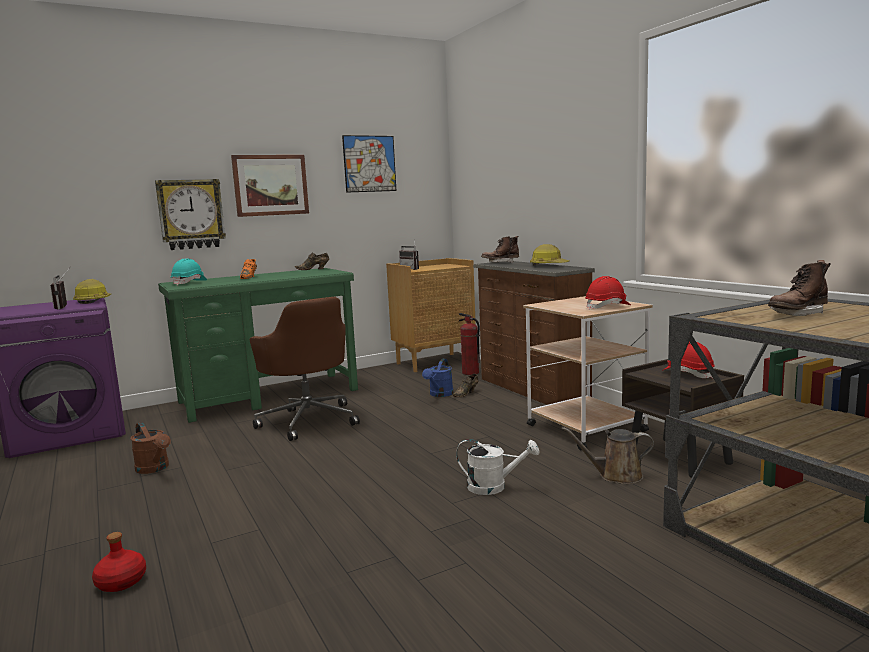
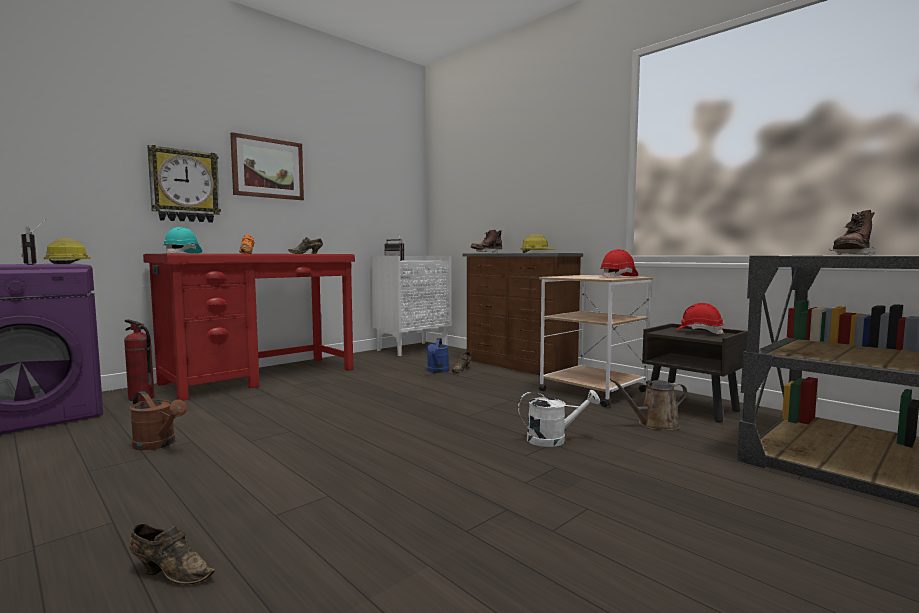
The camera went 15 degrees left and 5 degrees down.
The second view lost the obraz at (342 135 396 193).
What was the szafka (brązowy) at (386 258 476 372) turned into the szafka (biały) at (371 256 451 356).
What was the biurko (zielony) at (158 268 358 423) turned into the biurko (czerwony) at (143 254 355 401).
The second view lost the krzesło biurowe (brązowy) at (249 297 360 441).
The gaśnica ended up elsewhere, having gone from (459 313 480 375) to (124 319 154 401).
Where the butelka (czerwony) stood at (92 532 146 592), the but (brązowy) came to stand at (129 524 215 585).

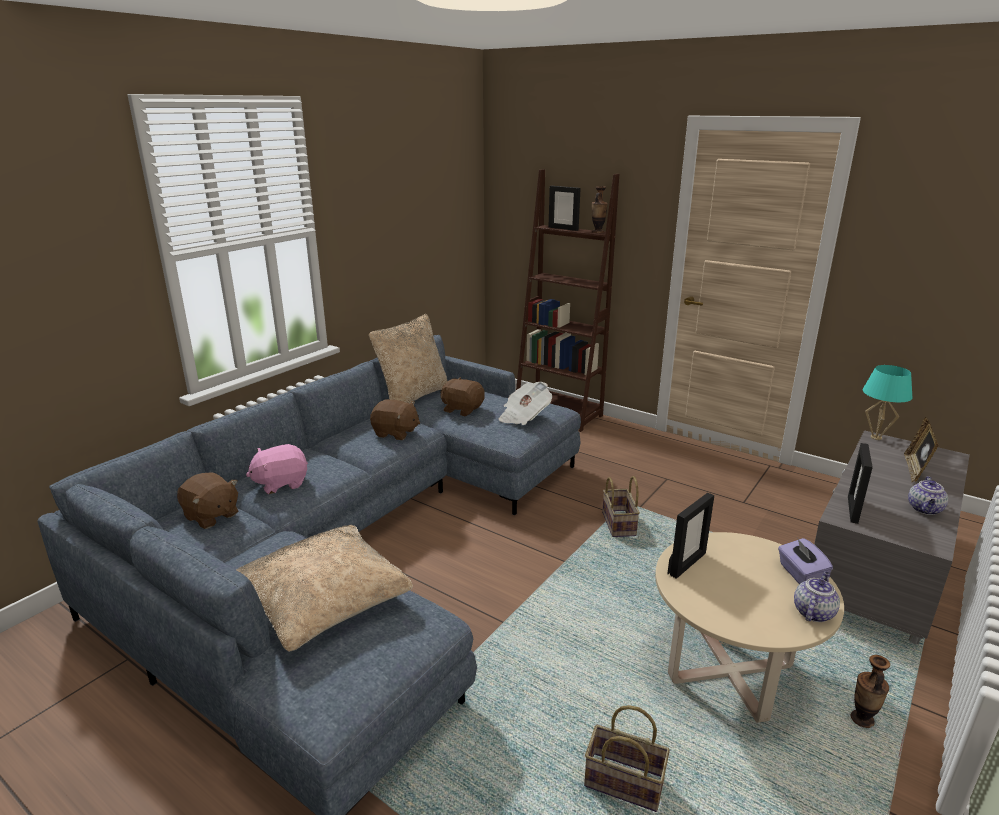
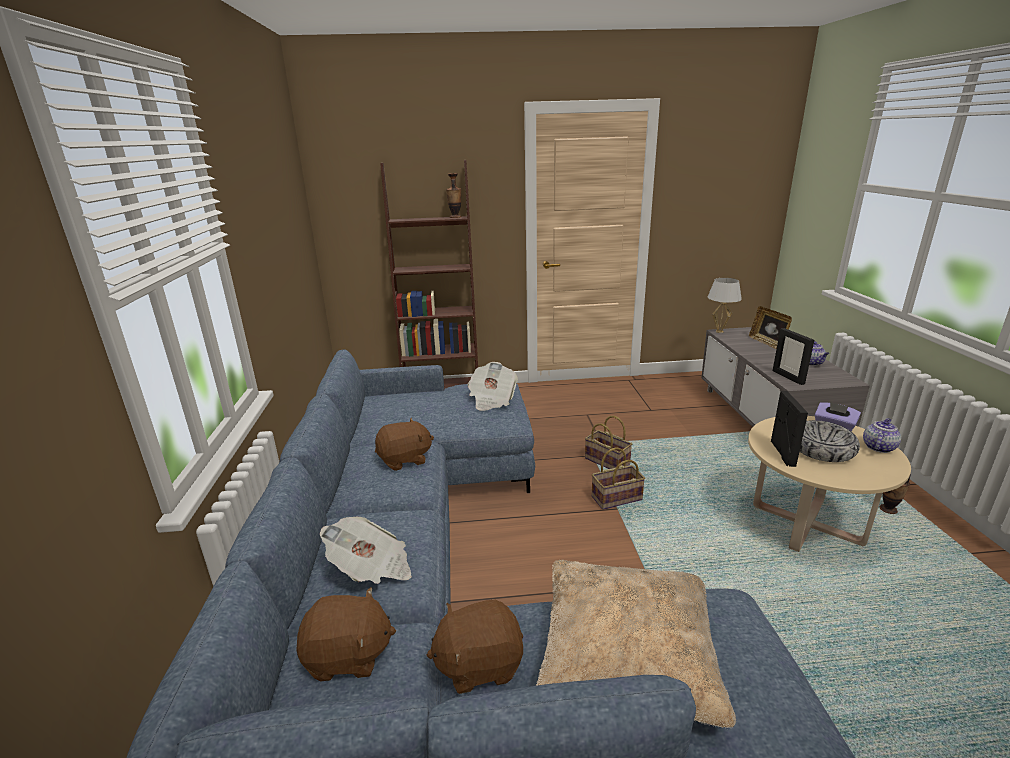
The camera went 40 degrees left and 0 degrees up.
The second view lost the ramka na zdjęcie at (549 186 581 231).
The second view lost the poduszka (beżowy) at (369 314 448 403).
What was the lampa stołowa (turkusowy) at (863 365 912 440) turned into the lampa stołowa (biały) at (708 278 742 333).
The pluszak (brązowy) ended up elsewhere, having gone from (440 377 485 416) to (426 600 523 694).
Where the pluszak (różowy) stood at (246 444 308 494), the gazeta came to stand at (320 516 412 584).
The imbryk at (794 571 840 622) ended up facing another way, 45 degrees clockwise from before.
The koszyk ended up elsewhere, having gone from (584 705 670 812) to (592 447 645 510).
The second view gained the miska at (800 420 860 462).

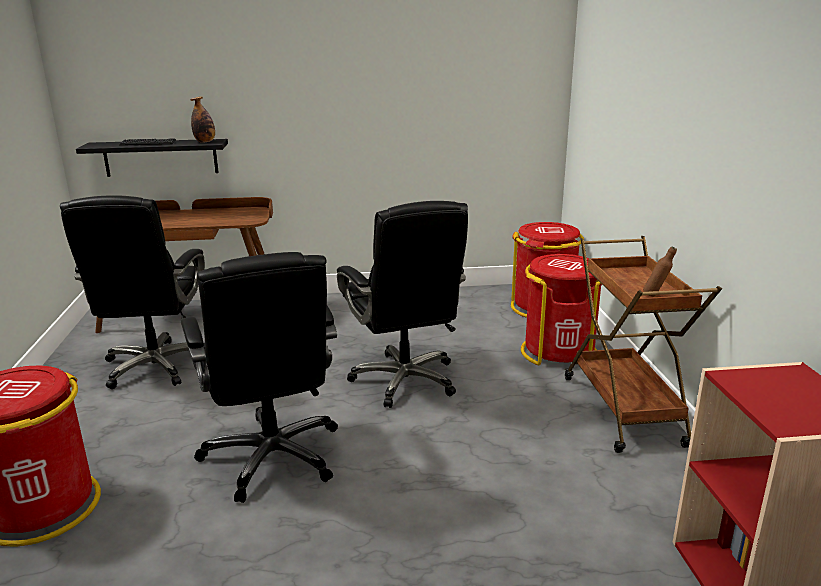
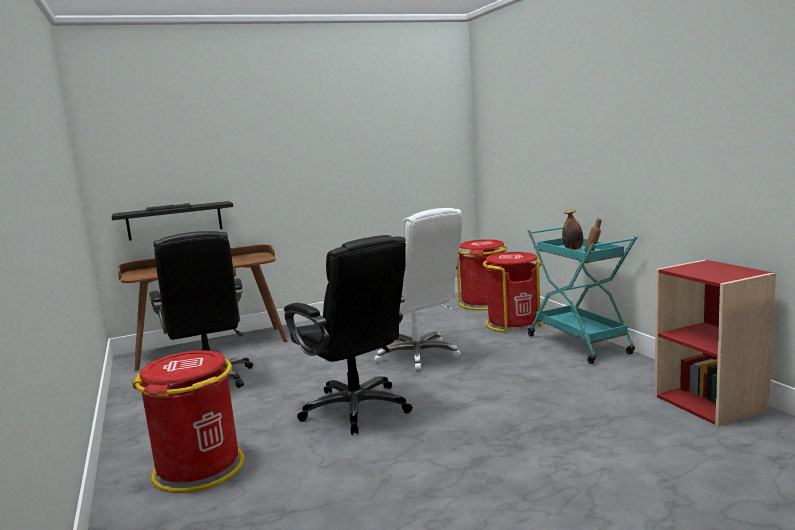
The camera went 15 degrees left and 10 degrees down.
The butelka ended up elsewhere, having gone from (190 96 215 143) to (562 209 583 250).
What was the krzesło biurowe (czarny) at (337 201 468 408) turned into the krzesło biurowe (biały) at (374 208 462 370).
What was the wózek (brązowy) at (564 236 722 453) turned into the wózek (turkusowy) at (526 227 638 364).

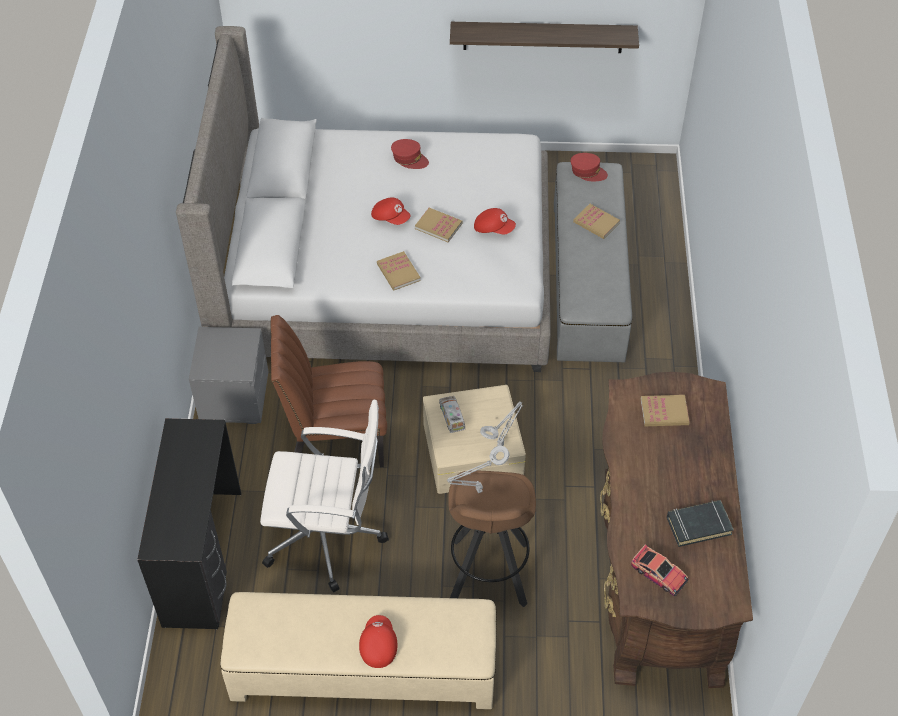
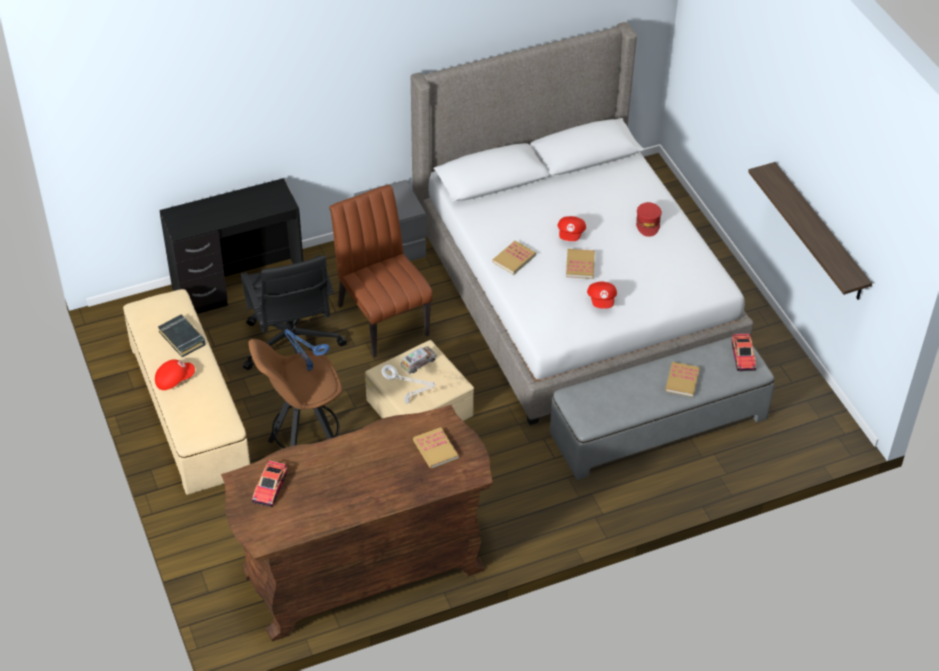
The camera went 65 degrees right and 5 degrees down.
Where the czapka z daszkiem (czerwony) stood at (571 153 608 181), the samochodzik came to stand at (732 334 756 371).
What was the krzesło biurowe (biały) at (260 400 389 593) turned into the krzesło biurowe (czarny) at (241 255 347 370).
What was the lampa stołowa (szary) at (447 446 509 493) turned into the lampa stołowa (niebieski) at (285 329 330 371).
The książka (czarny) ended up elsewhere, having gone from (667 500 734 547) to (158 315 205 357).

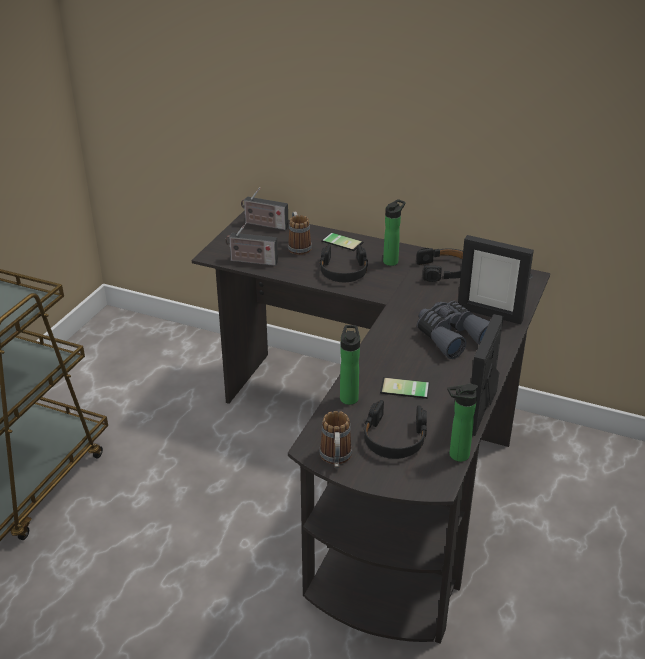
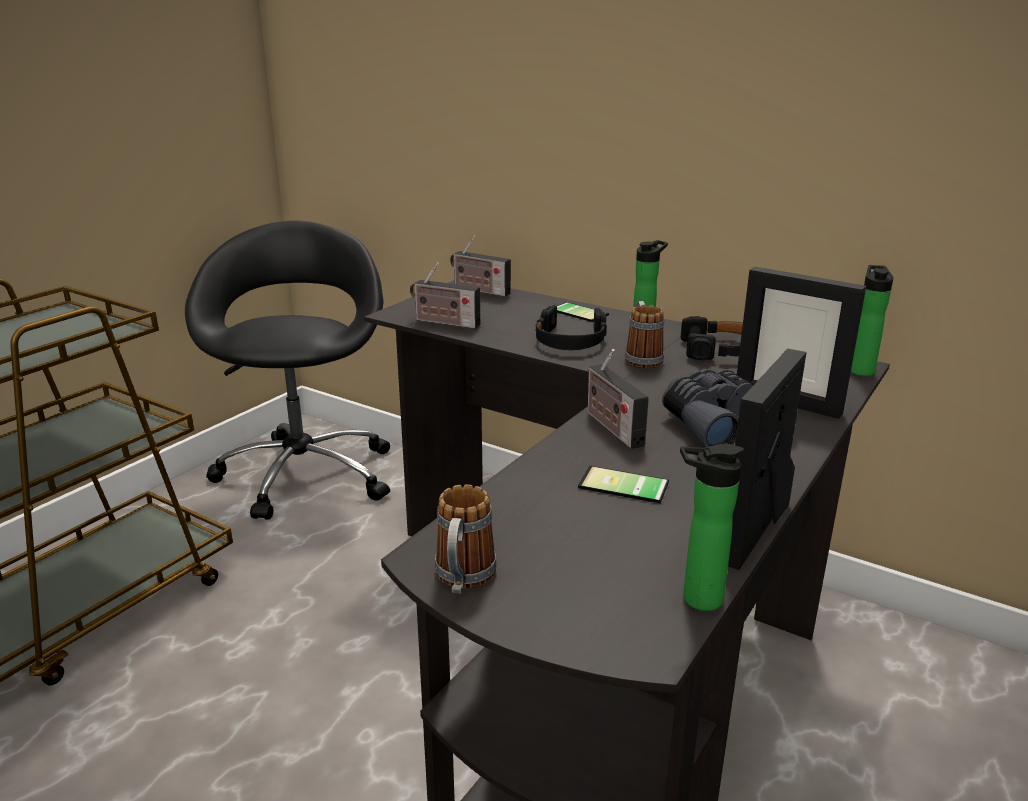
The camera went 10 degrees right and 10 degrees down.
The kubek ended up elsewhere, having gone from (288 211 312 255) to (625 301 664 369).
The butelka ended up elsewhere, having gone from (340 325 360 405) to (851 265 893 376).
The second view lost the słuchawki (czarny) at (364 400 427 459).
The second view gained the krzesło biurowe (czarny) at (185 220 390 520).
The second view gained the radio at (587 349 649 449).

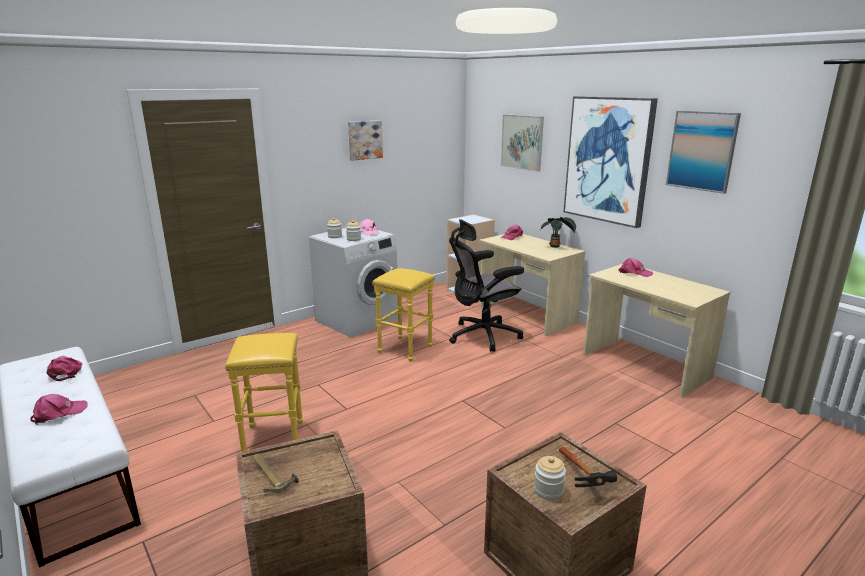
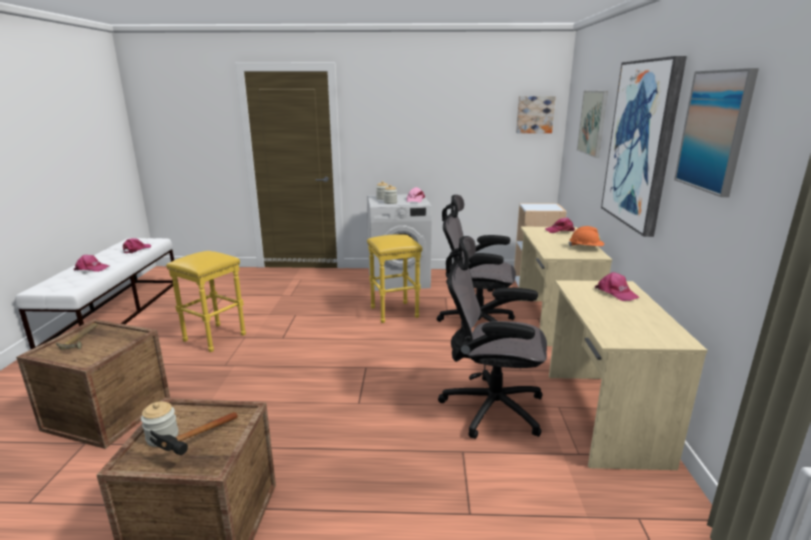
The camera went 40 degrees right and 0 degrees up.
The obraz ended up elsewhere, having gone from (348 120 383 161) to (516 96 556 133).
Where the roślina doniczkowa stood at (540 217 576 248), the kask (pomarańczowy) came to stand at (568 226 604 247).
The second view gained the krzesło biurowe at (438 236 547 439).

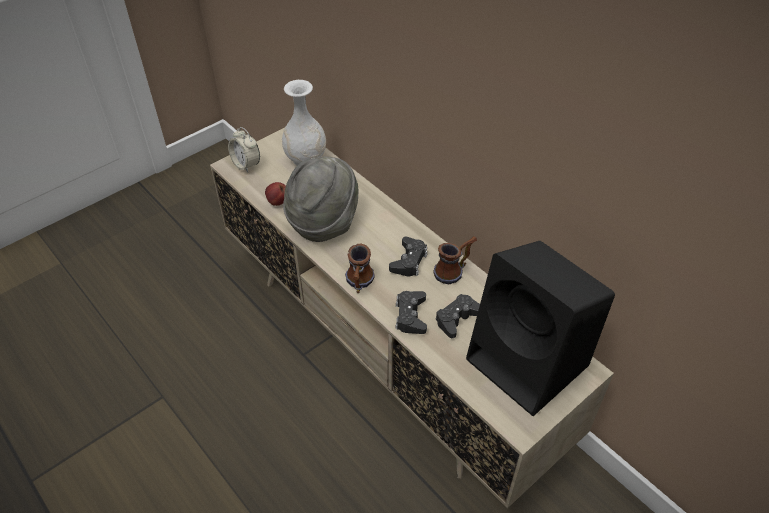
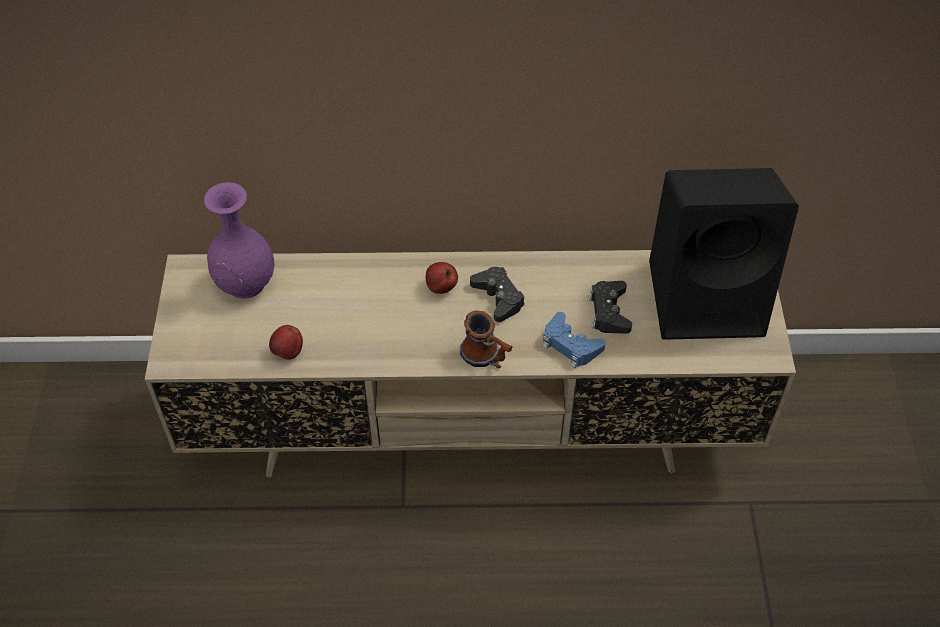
The camera went 50 degrees left and 5 degrees up.
What was the wazon (biały) at (282 80 326 166) turned into the wazon (fioletowy) at (204 182 274 299).
The second view lost the budzik at (228 127 260 173).
The second view lost the kapelusz (szary) at (283 156 358 242).
The second view lost the kubek at (433 236 477 284).
What was the pad do gier (czarny) at (396 291 427 334) turned into the pad do gier (niebieski) at (542 312 606 368).
The second view gained the jabłko at (426 262 458 294).

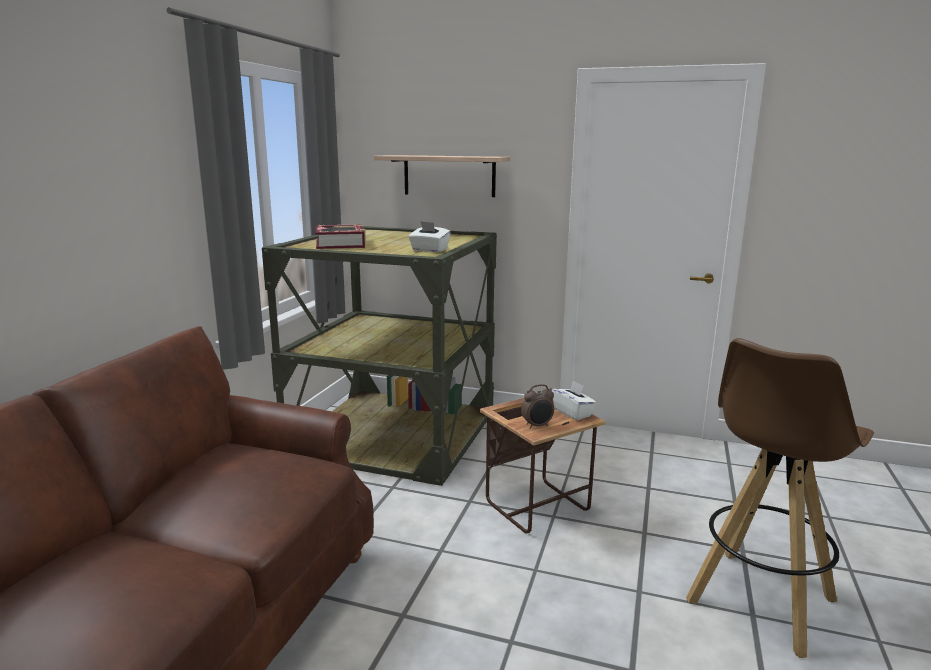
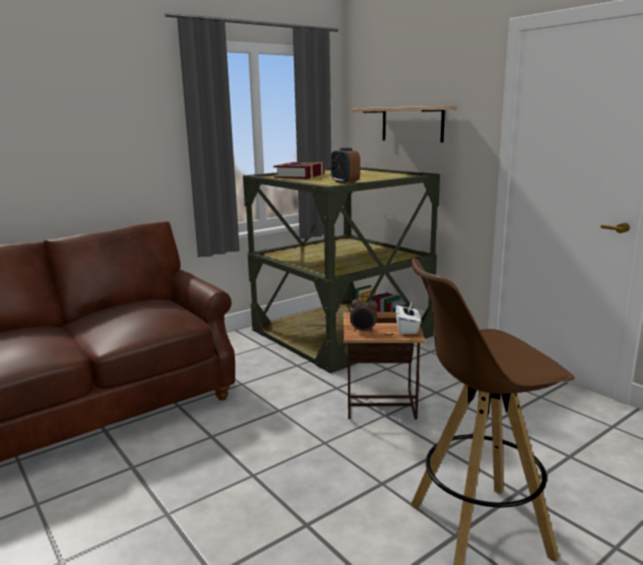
The camera went 35 degrees right and 0 degrees up.
Where the pudełko chusteczek (biały) stood at (408 221 450 252), the budzik came to stand at (331 148 360 184).

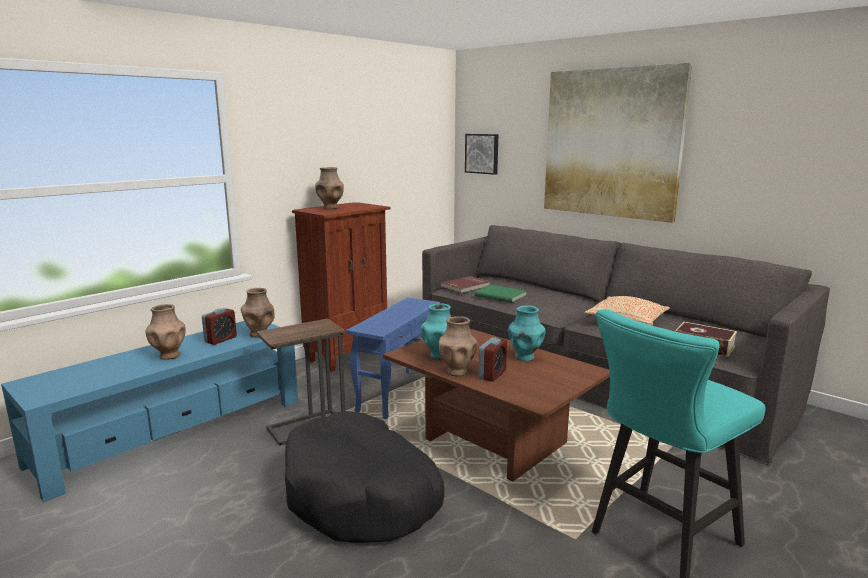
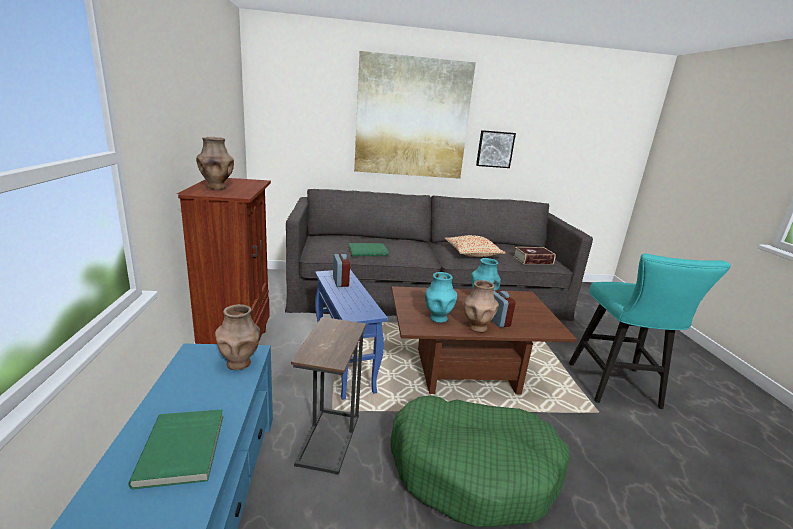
The camera went 50 degrees left and 5 degrees up.
The obraz ended up elsewhere, having gone from (465 134 498 175) to (476 130 516 168).
The second view lost the książka (czerwony) at (441 276 490 293).
Where the wazon (brązowy) stood at (145 304 186 360), the książka (zielony) came to stand at (128 410 223 489).
The budzik ended up elsewhere, having gone from (202 308 237 345) to (333 254 350 287).
What was the legowisko (czarny) at (285 411 444 543) turned into the legowisko (zielony) at (390 395 570 527).

